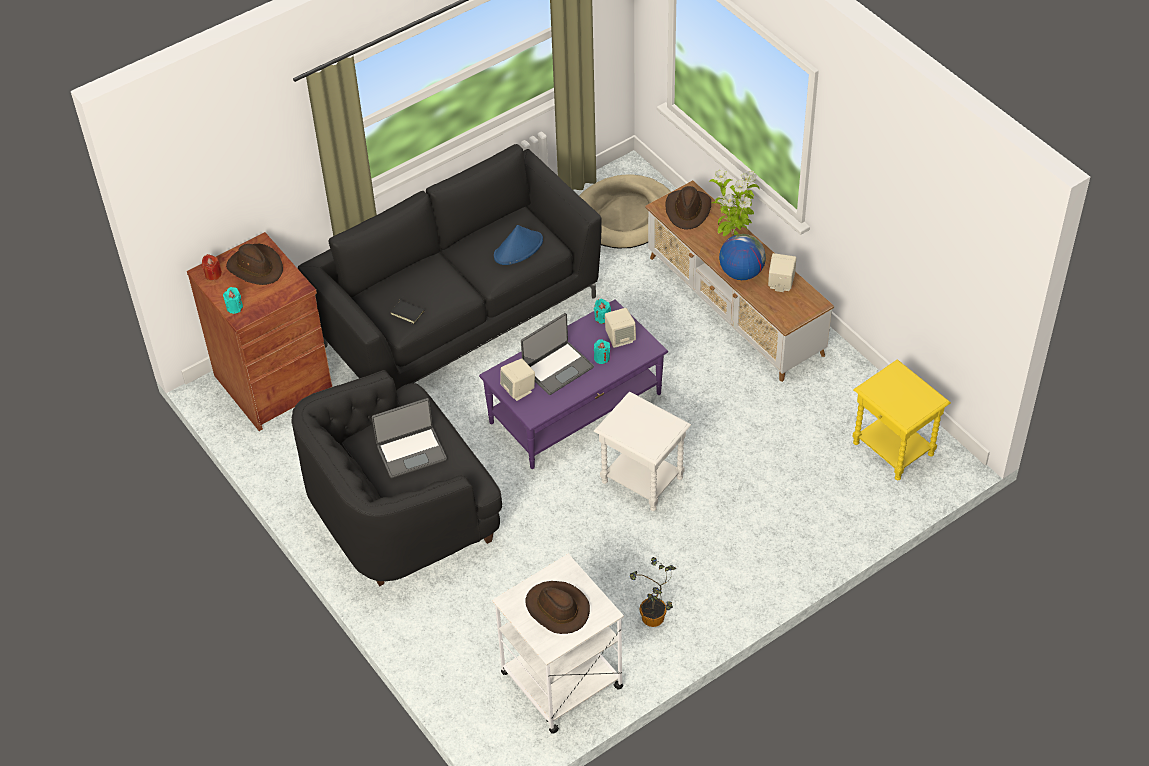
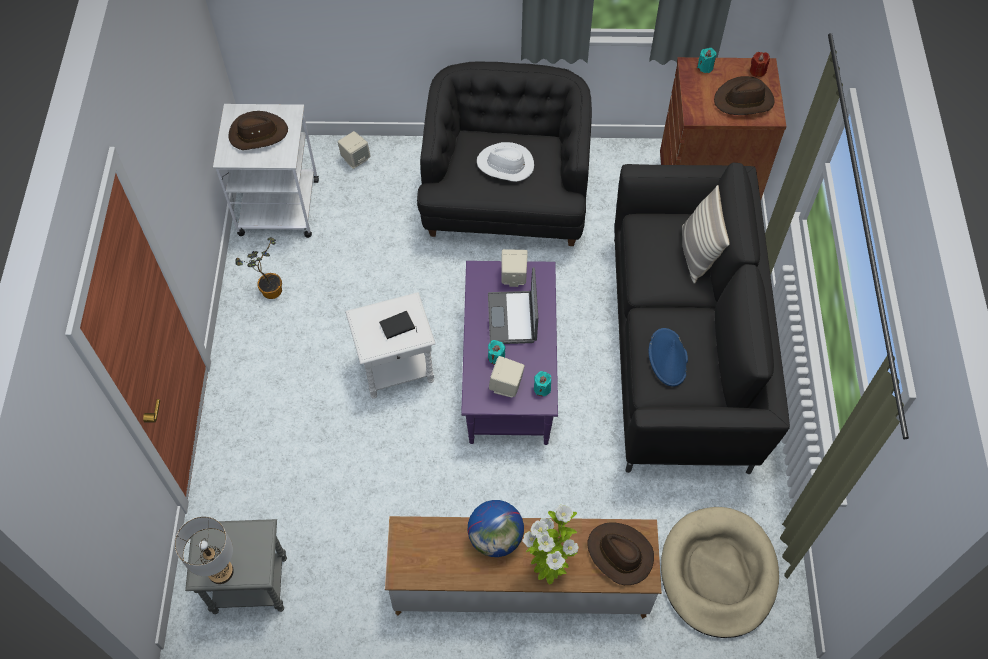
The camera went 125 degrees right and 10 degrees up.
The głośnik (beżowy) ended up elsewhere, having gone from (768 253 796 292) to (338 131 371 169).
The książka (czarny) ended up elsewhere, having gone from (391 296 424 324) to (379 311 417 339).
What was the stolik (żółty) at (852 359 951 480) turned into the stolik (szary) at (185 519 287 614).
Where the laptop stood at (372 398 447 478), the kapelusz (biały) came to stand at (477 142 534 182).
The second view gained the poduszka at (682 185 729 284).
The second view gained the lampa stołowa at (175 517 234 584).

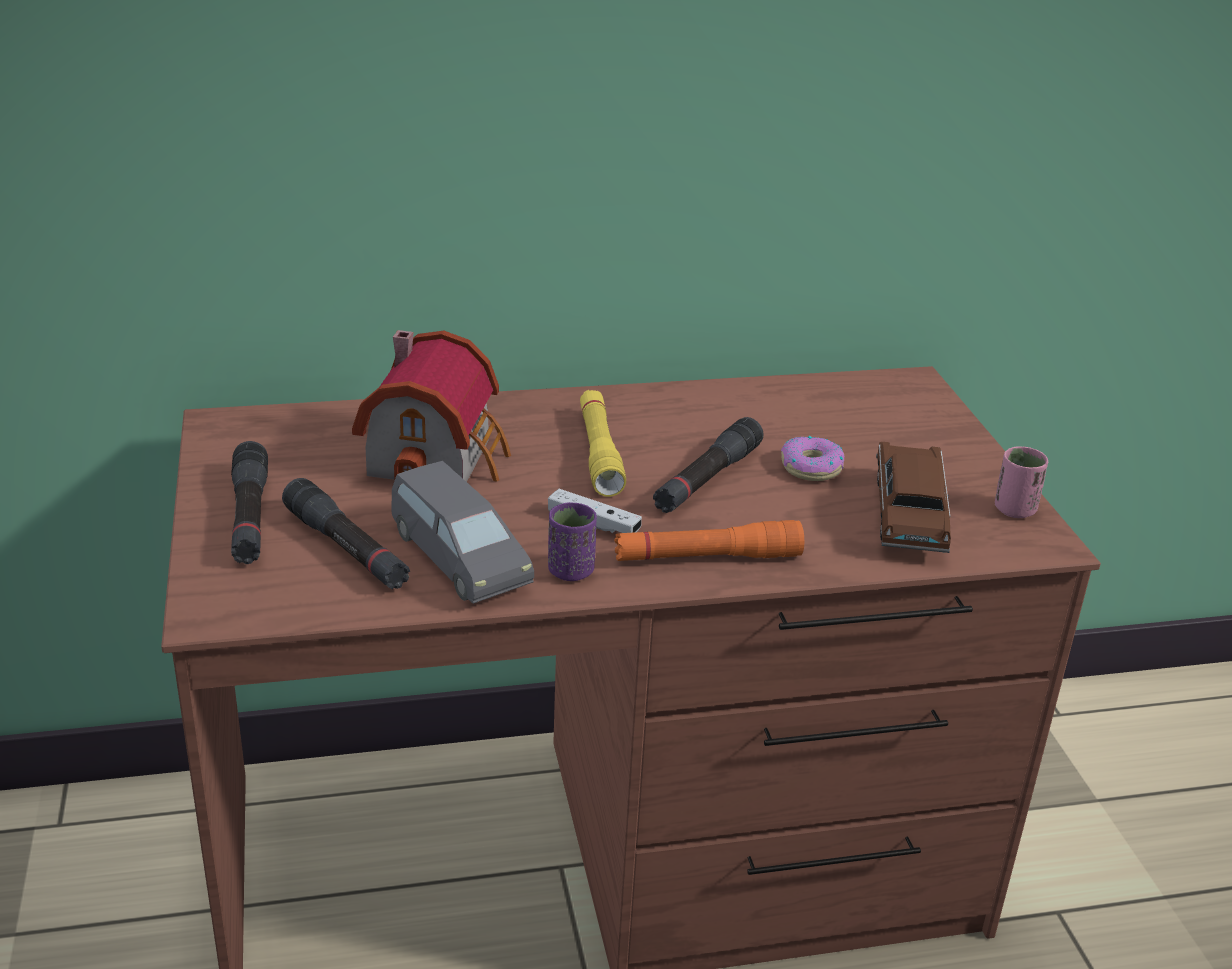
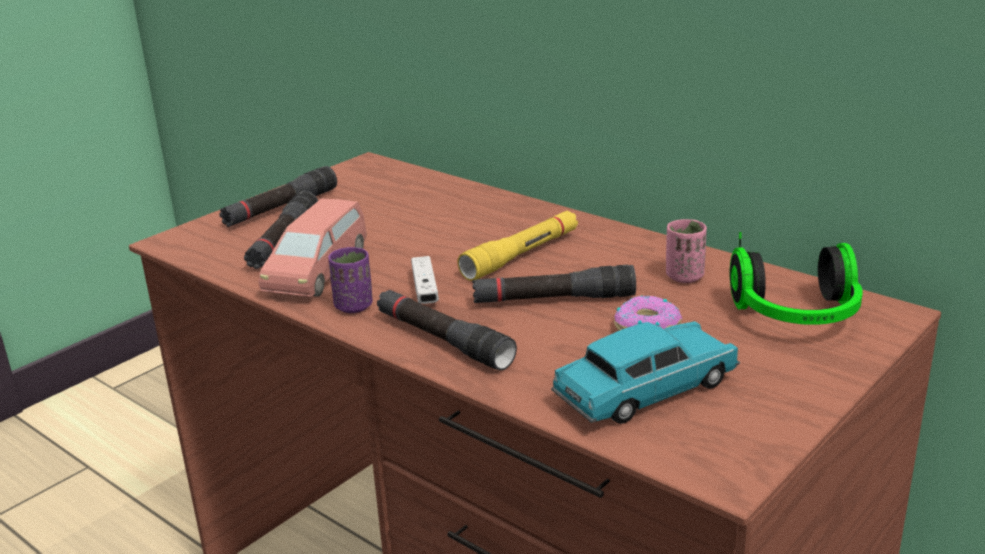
The camera went 55 degrees right and 5 degrees down.
The second view lost the domek at (352 330 511 482).
What was the samochodzik (brązowy) at (876 442 951 553) turned into the samochodzik (turkusowy) at (551 321 740 424).
The filiżanka (różowy) ended up elsewhere, having gone from (995 446 1048 518) to (666 219 707 283).
What was the samochodzik (szary) at (392 461 534 604) turned into the samochodzik (różowy) at (258 198 366 297).
What was the latarka (pomarańczowy) at (614 520 804 561) turned into the latarka (czarny) at (377 290 517 370).
The second view gained the słuchawki at (730 232 863 325).

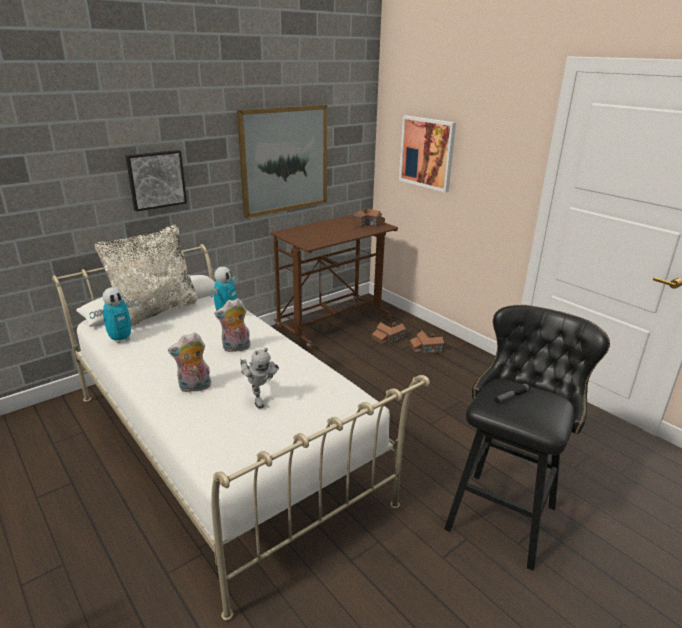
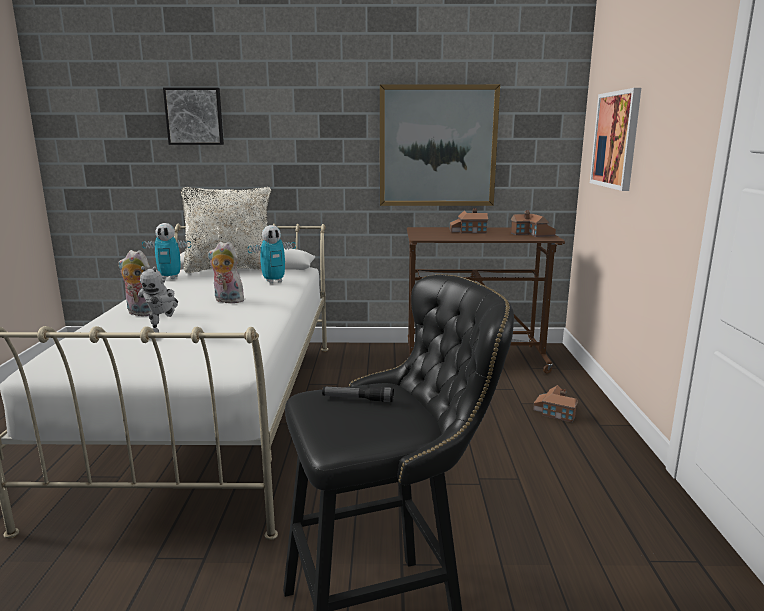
The camera went 40 degrees right and 10 degrees down.
The obraz ended up elsewhere, having gone from (125 150 187 212) to (163 88 224 145).
The domek ended up elsewhere, having gone from (372 322 406 344) to (449 208 488 233).

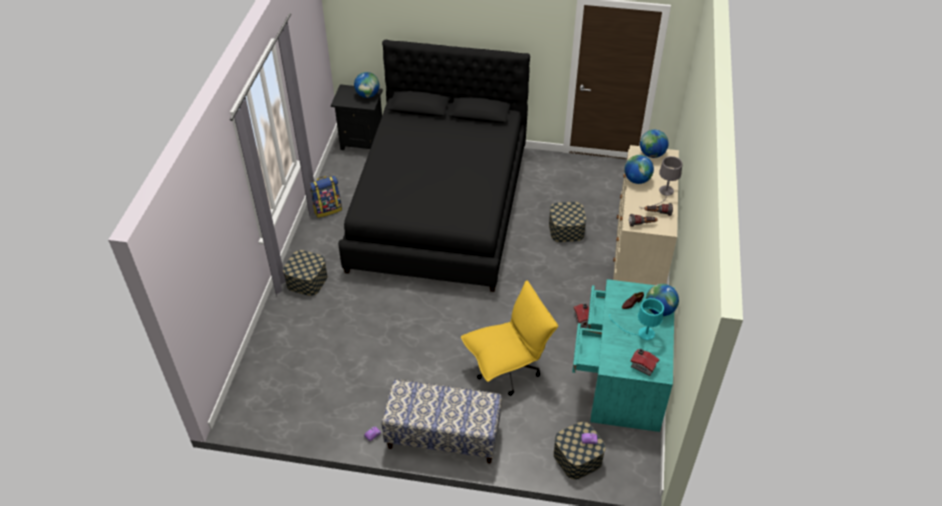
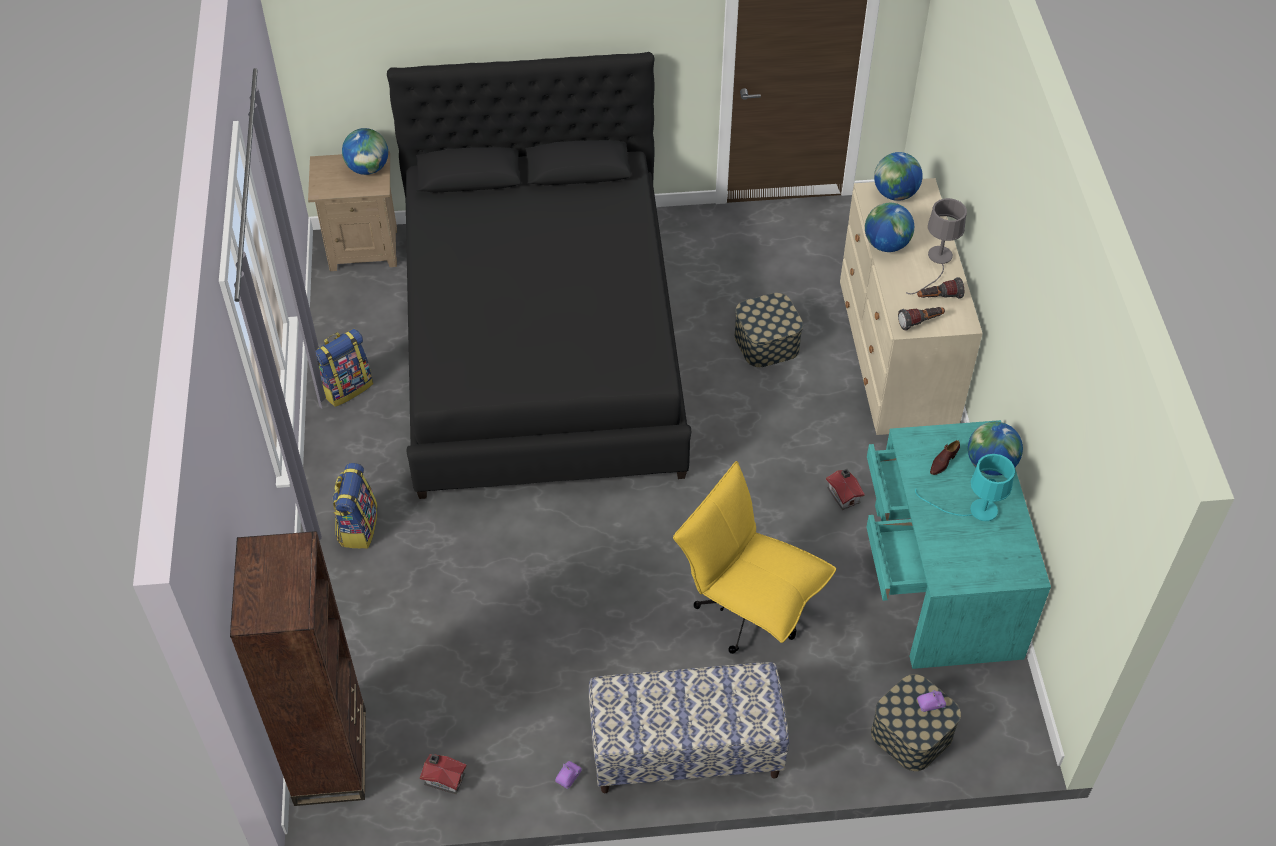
The camera went 15 degrees left and 5 degrees up.
What was the szafka nocna (czarny) at (331 84 383 150) turned into the szafka nocna (beżowy) at (308 151 397 271).
Where the pojemnik do przechowywania stood at (283 250 328 296), the plecak came to stand at (333 463 377 548).
The krzesło biurowe (żółty) at (461 280 558 396) ended up facing another way, 105 degrees counterclockwise from before.
The domek ended up elsewhere, having gone from (630 348 660 376) to (420 754 467 794).
The second view gained the regał (brązowy) at (230 531 366 806).

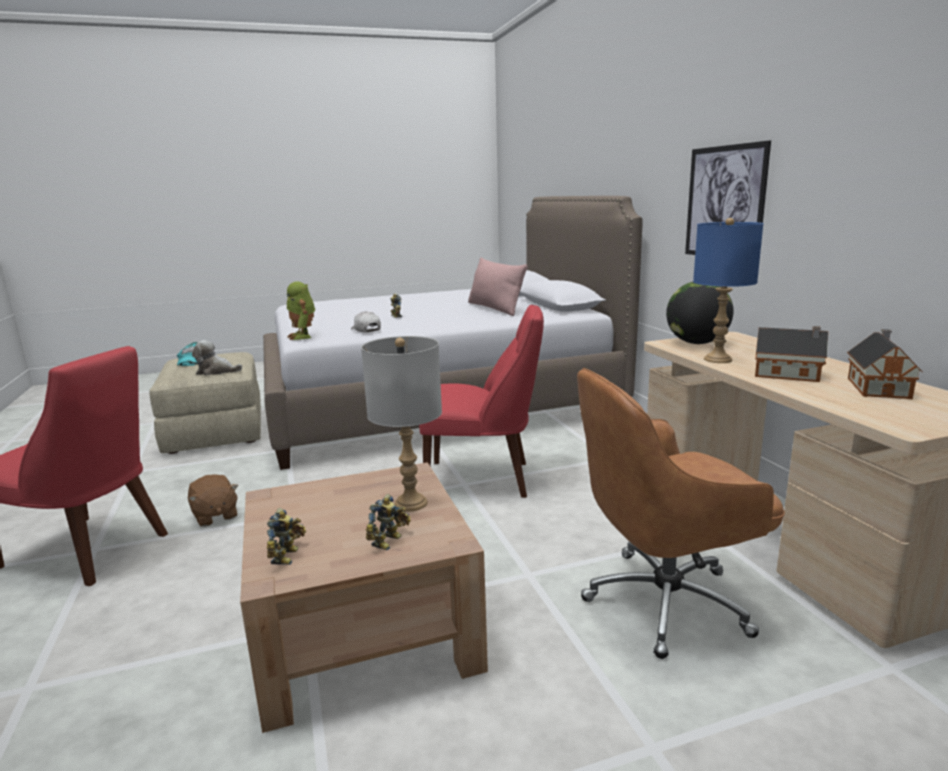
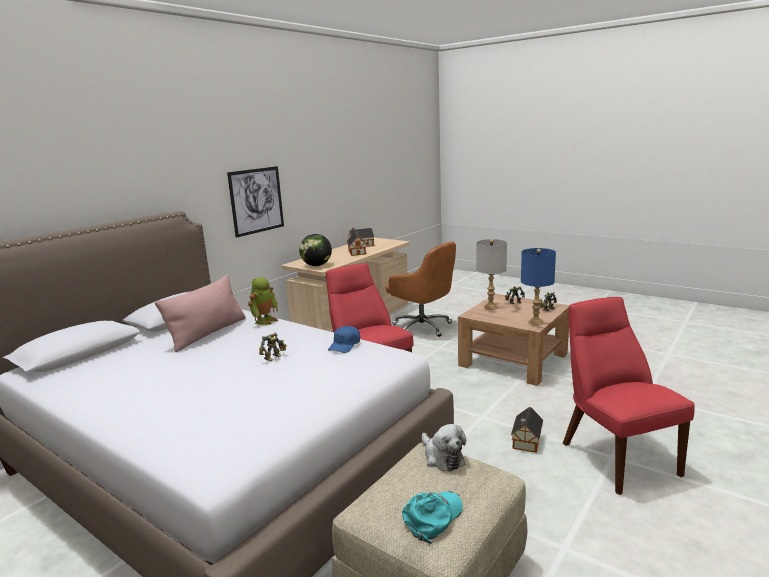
The camera went 125 degrees left and 0 degrees up.
The lampa stołowa (niebieski) ended up elsewhere, having gone from (693 218 763 363) to (521 248 556 325).
The robot zabawkowy ended up elsewhere, having gone from (286 281 315 340) to (248 277 278 325).
What was the czapka z daszkiem (biały) at (351 311 381 333) turned into the czapka z daszkiem (niebieski) at (328 326 360 353).
Where the pluszak (brązowy) stood at (188 474 238 527), the domek came to stand at (511 407 543 453).

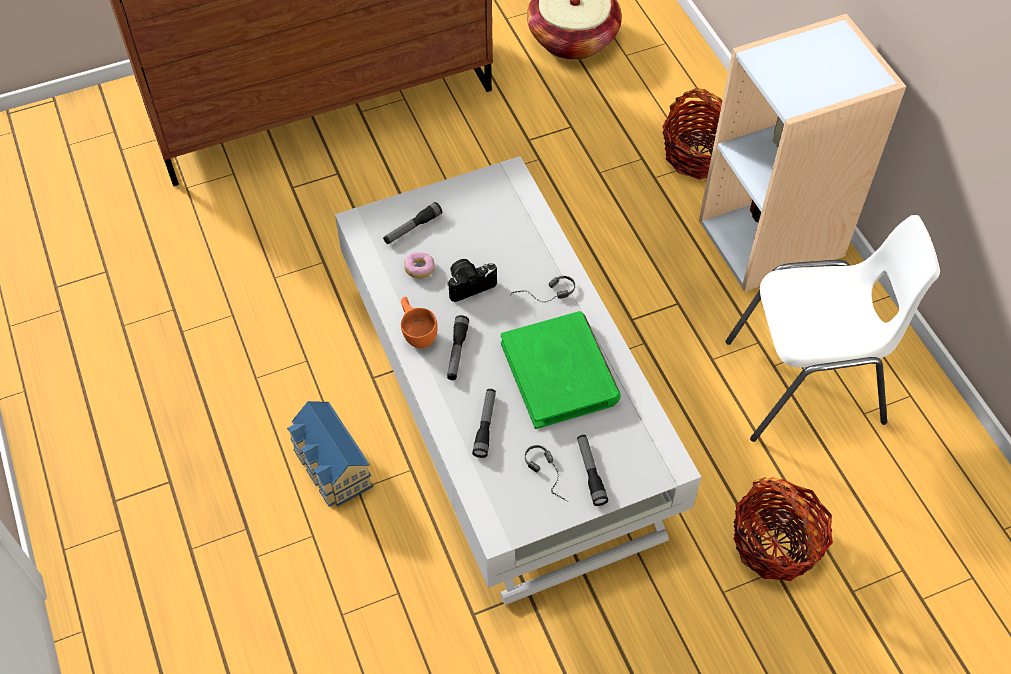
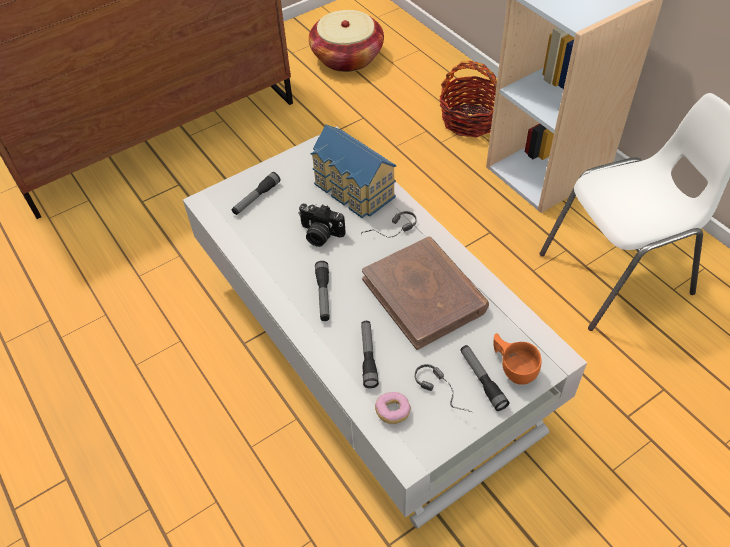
The camera went 10 degrees left and 5 degrees down.
The donut ended up elsewhere, having gone from (404 252 435 278) to (375 392 411 424).
The aparat fotograficzny at (447 259 497 302) ended up facing another way, 120 degrees counterclockwise from before.
The filiżanka (pomarańczowy) ended up elsewhere, having gone from (401 297 437 348) to (493 333 542 385).
What was the książka (zielony) at (501 311 621 429) turned into the książka (brązowy) at (362 237 489 350).
The domek ended up elsewhere, having gone from (287 401 373 507) to (311 125 396 218).
The second view lost the koszyk at (734 477 833 581).

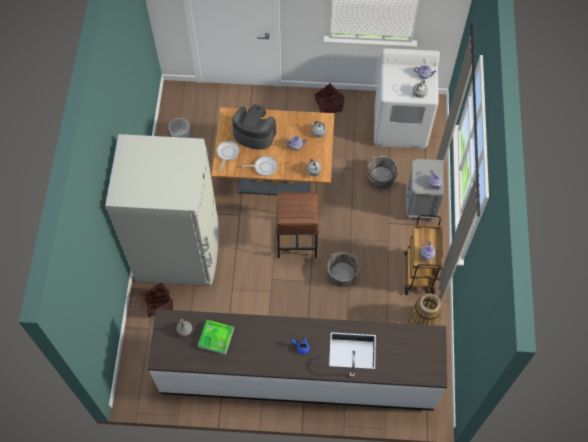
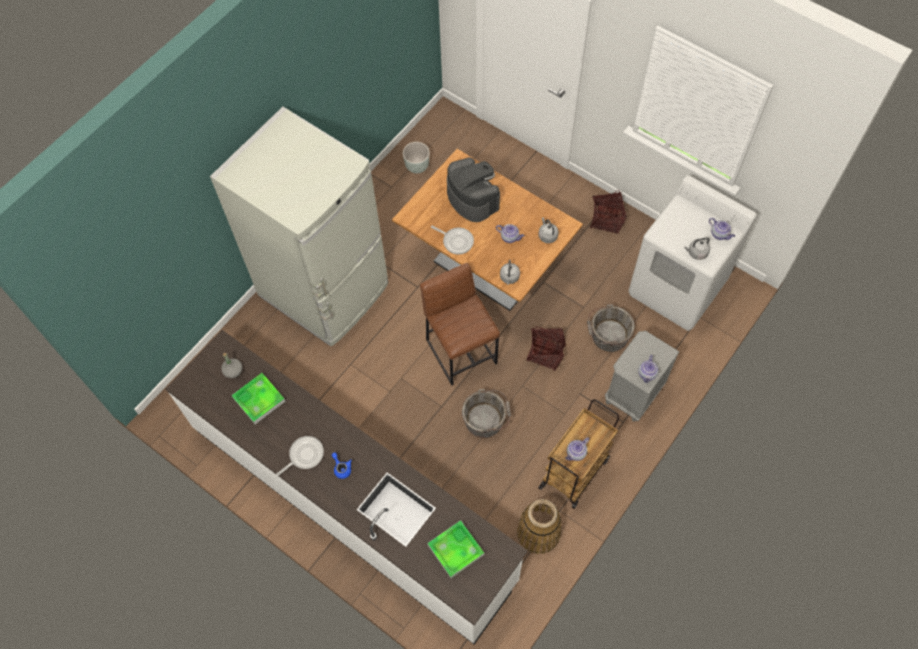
The camera went 35 degrees right and 0 degrees up.
The patelnia ended up elsewhere, having gone from (217 141 239 170) to (277 436 324 476).
The krzesło (brązowy) at (276 192 319 258) ended up facing another way, 120 degrees clockwise from before.
The koszyk ended up elsewhere, having gone from (140 282 173 318) to (527 327 565 371).
The second view gained the taca at (427 520 484 578).

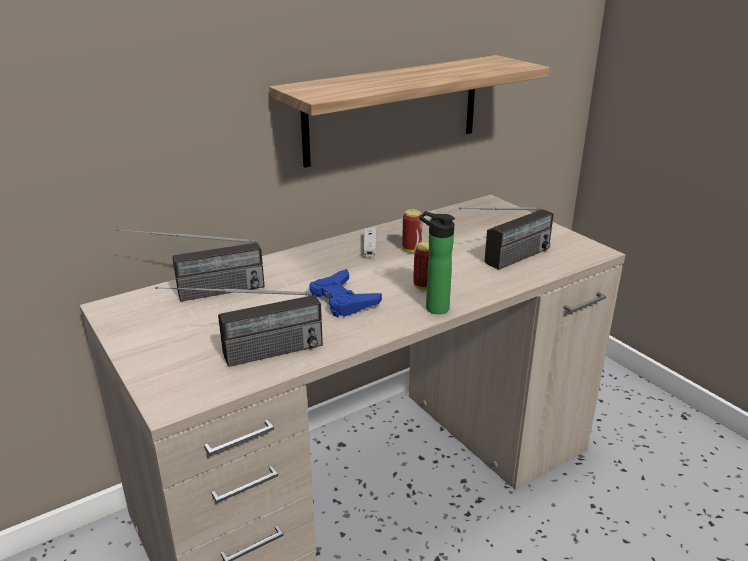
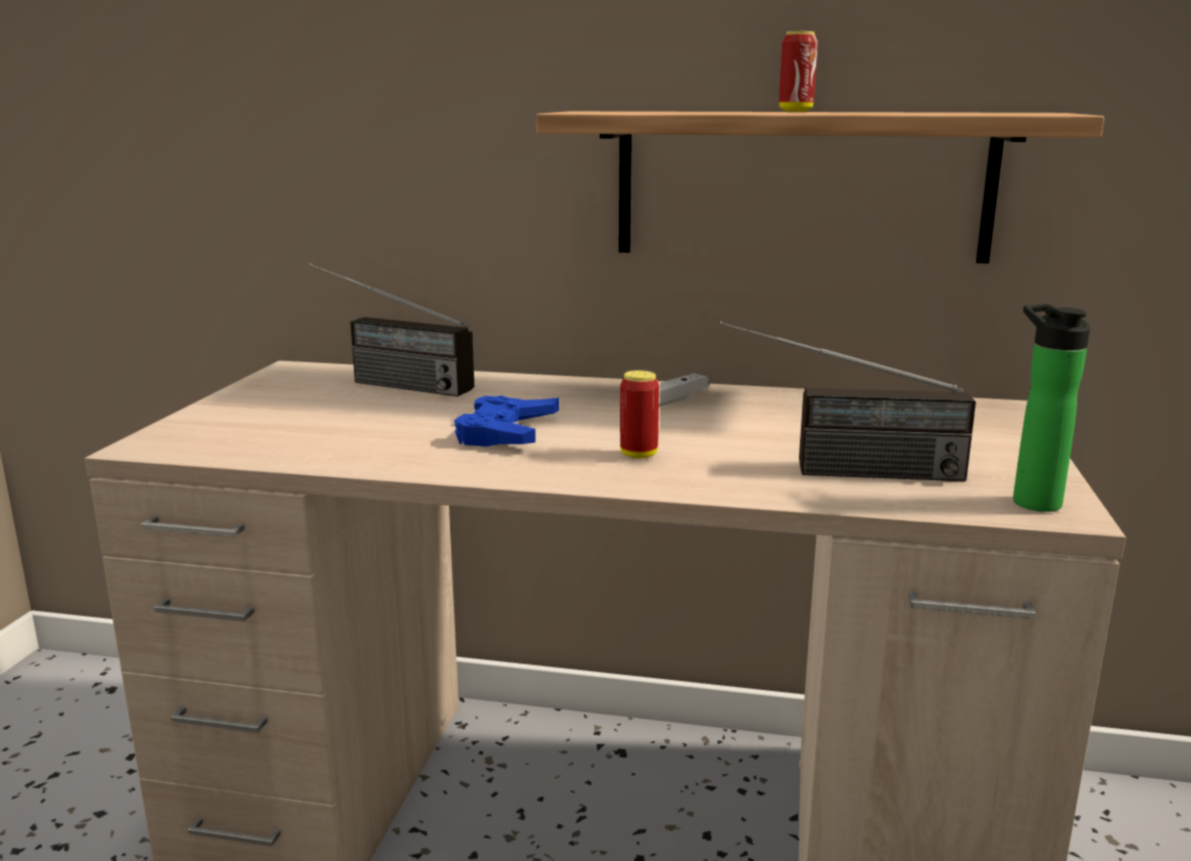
The camera went 45 degrees right and 10 degrees down.
The puszka ended up elsewhere, having gone from (402 209 423 253) to (779 31 818 111).
The butelka ended up elsewhere, having gone from (419 211 455 314) to (1013 304 1090 512).
The second view lost the radio at (155 287 323 367).

